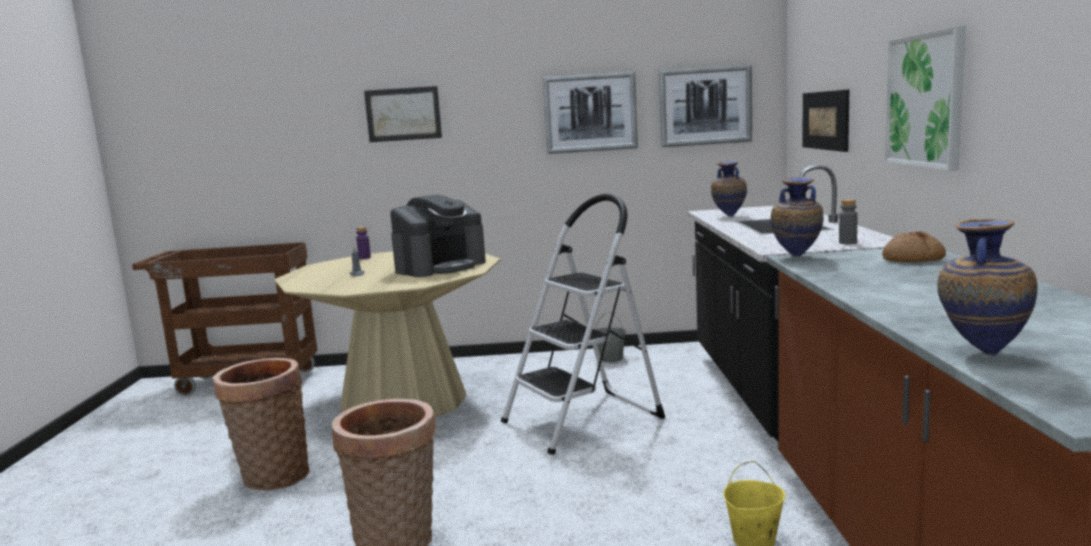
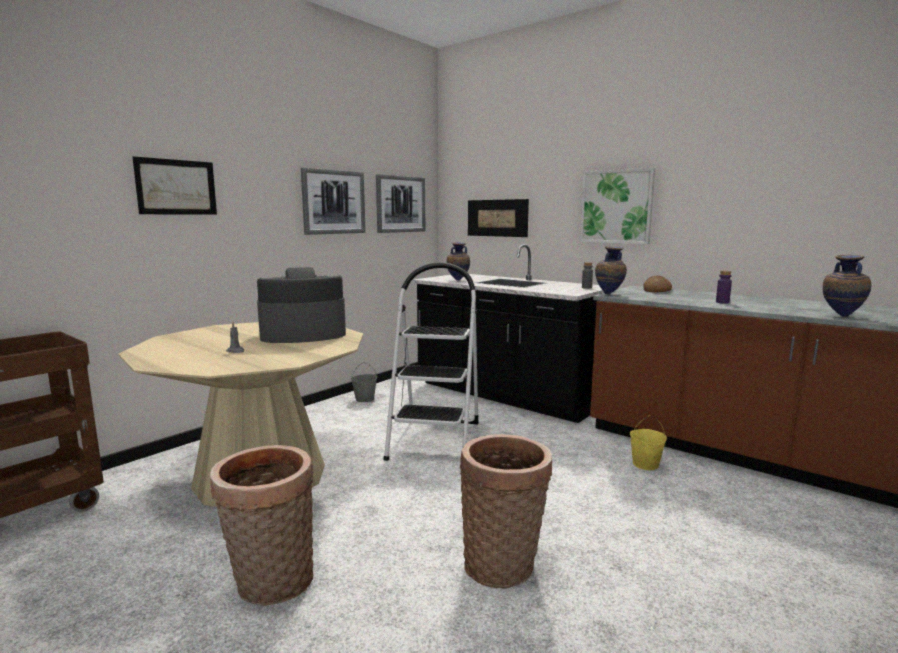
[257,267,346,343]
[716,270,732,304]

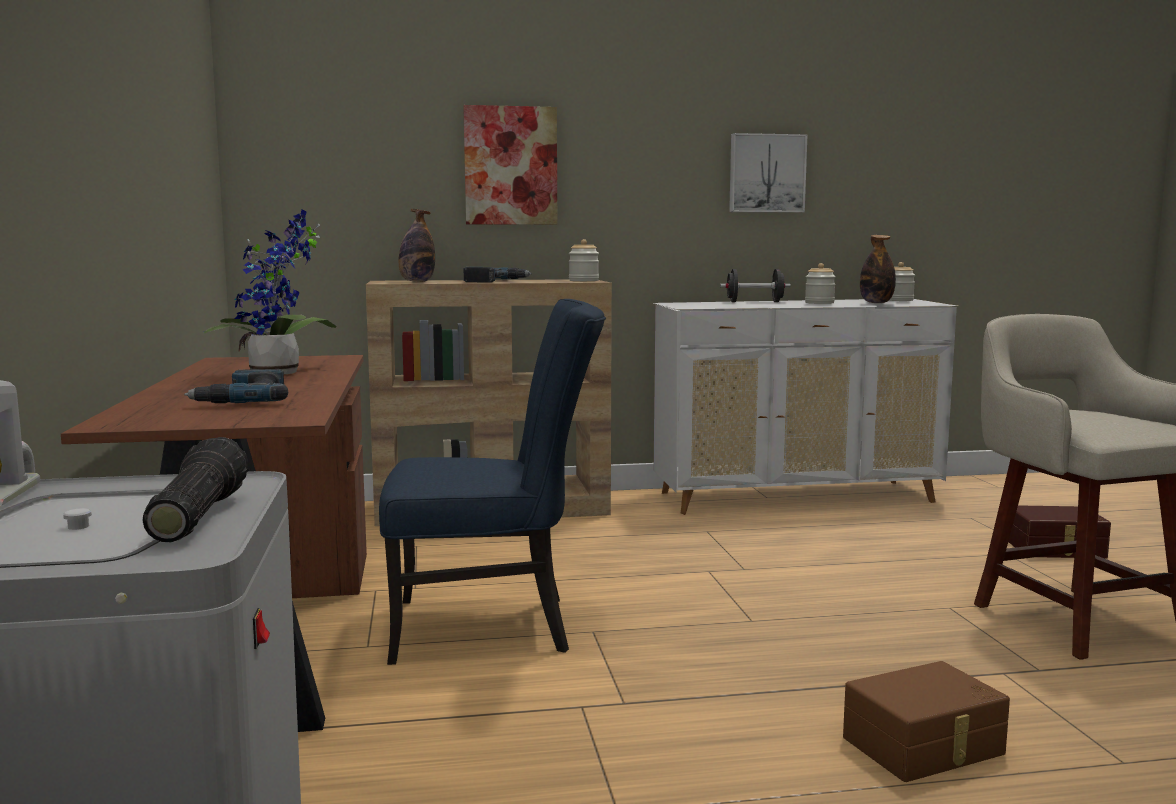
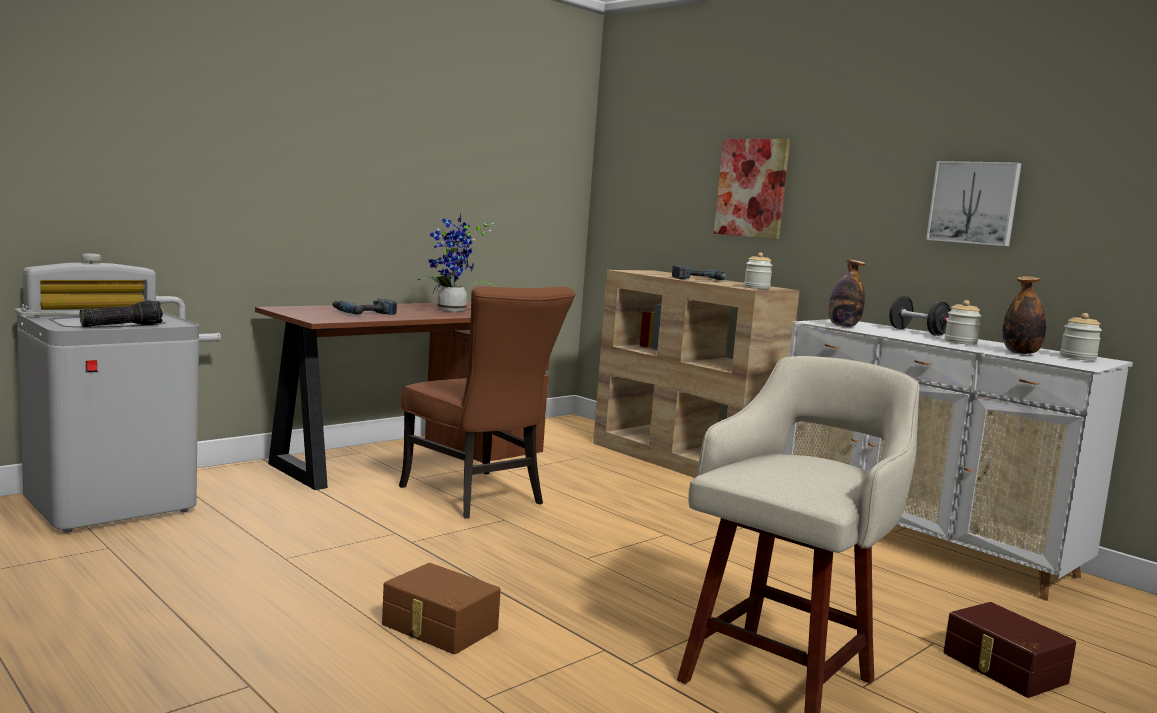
[828,259,866,327]
[399,286,576,518]

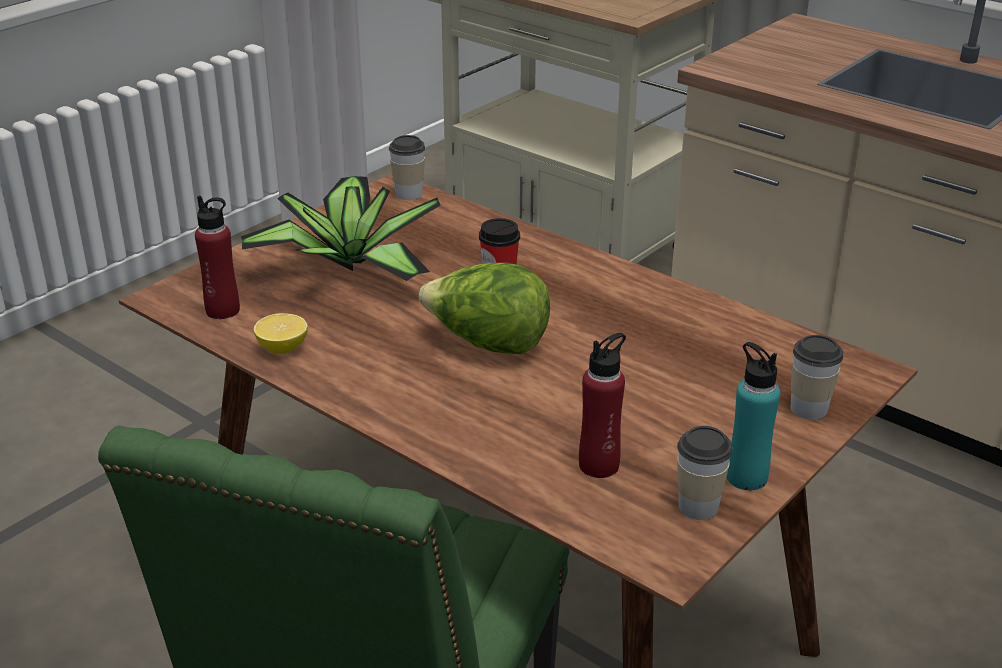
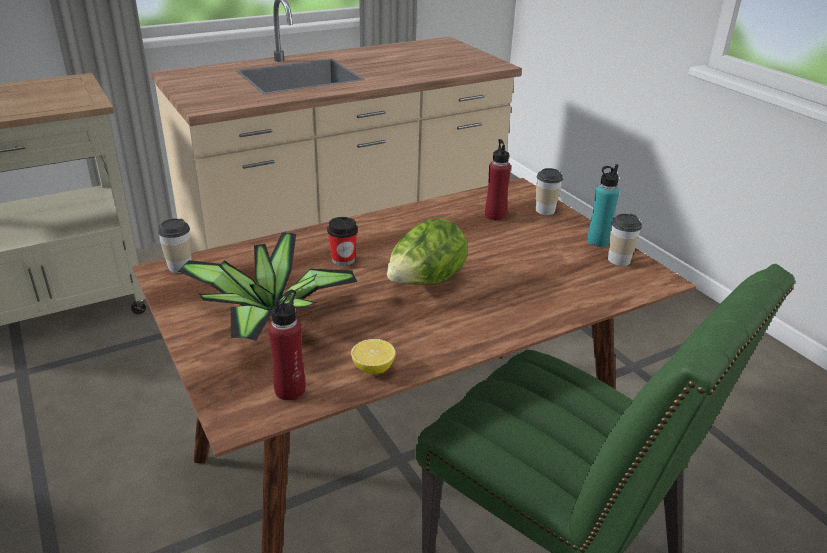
[485,139,511,221]

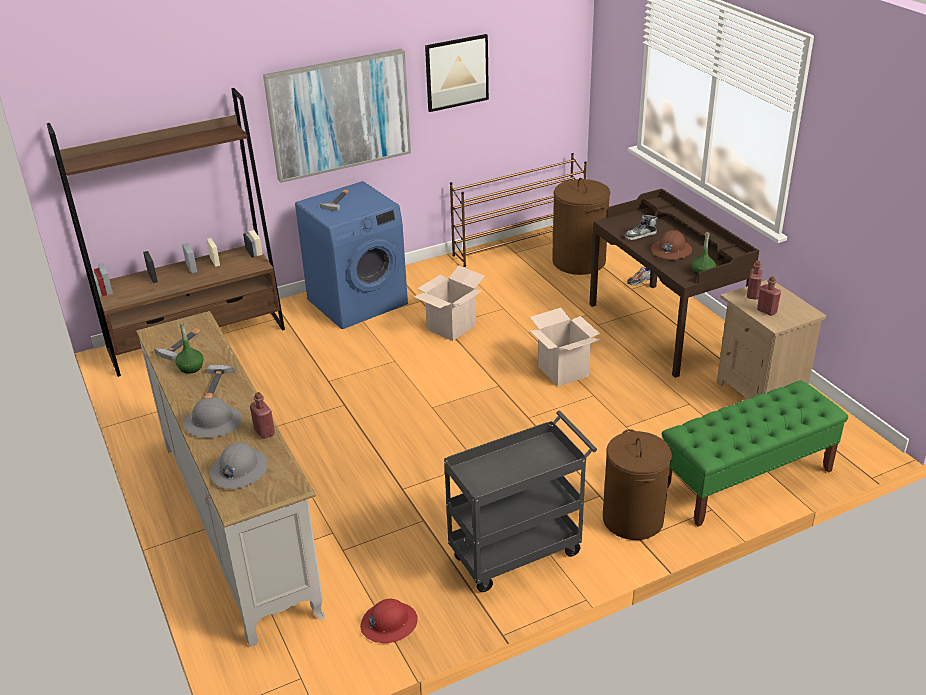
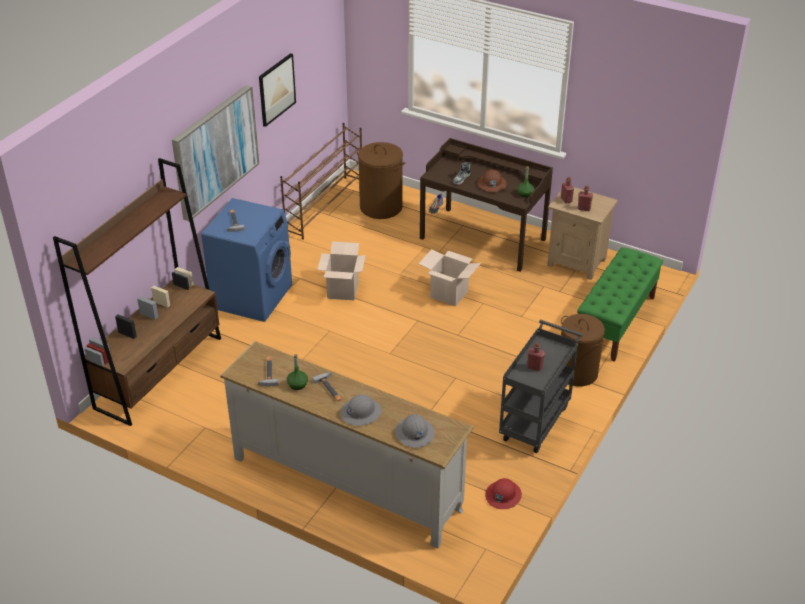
[527,342,545,371]

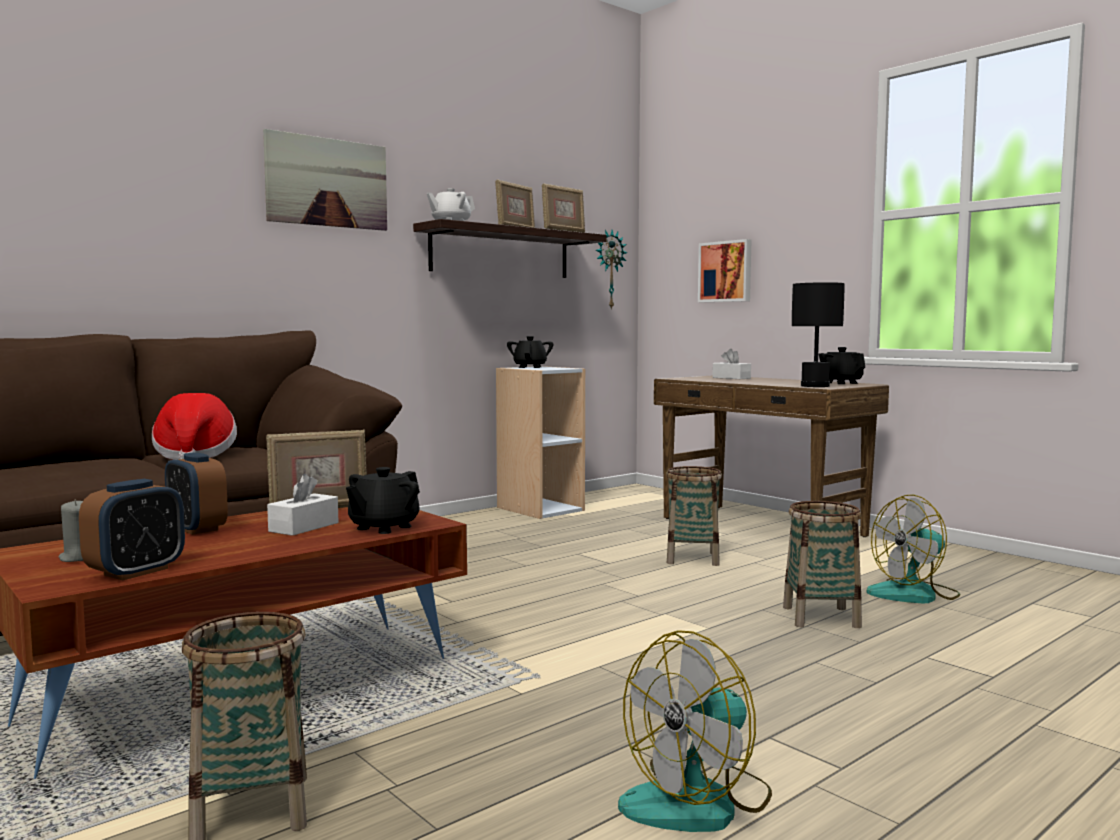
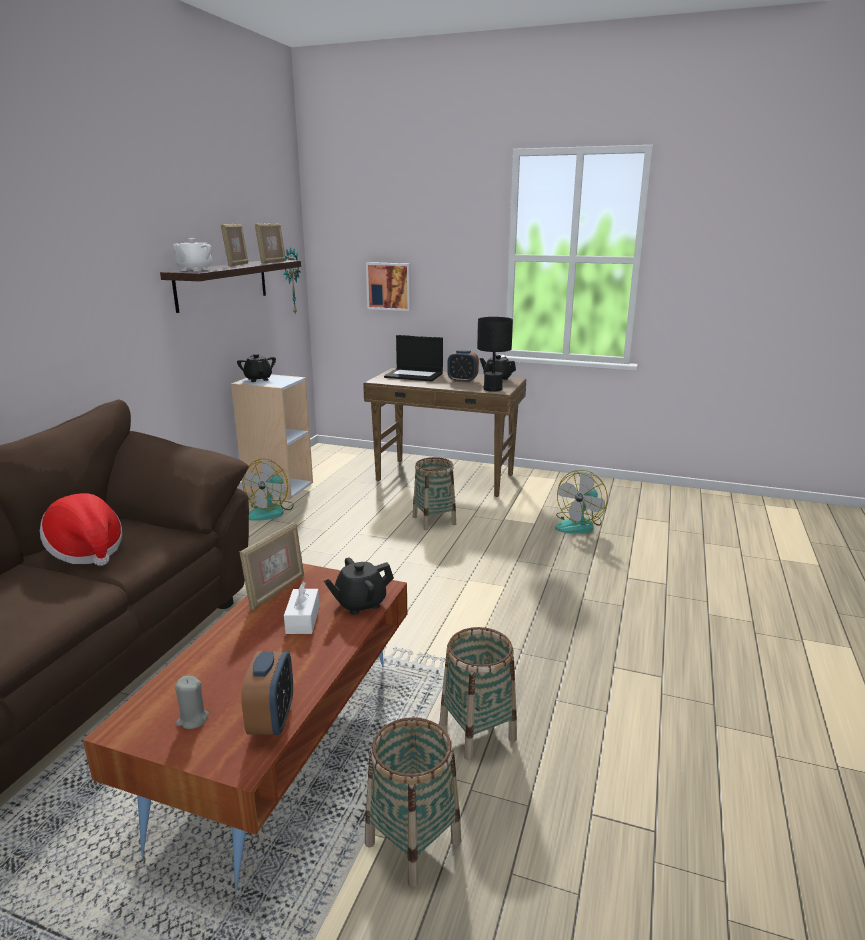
[263,129,387,231] (first image)
[384,335,443,382]
[447,350,479,383]
[324,558,394,615]
[440,627,517,760]
[243,459,294,521]

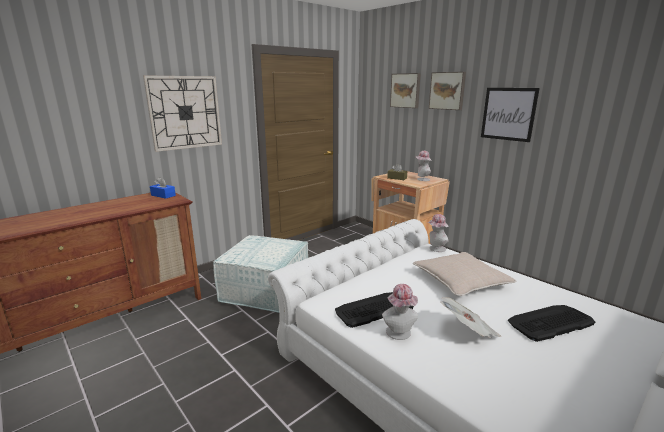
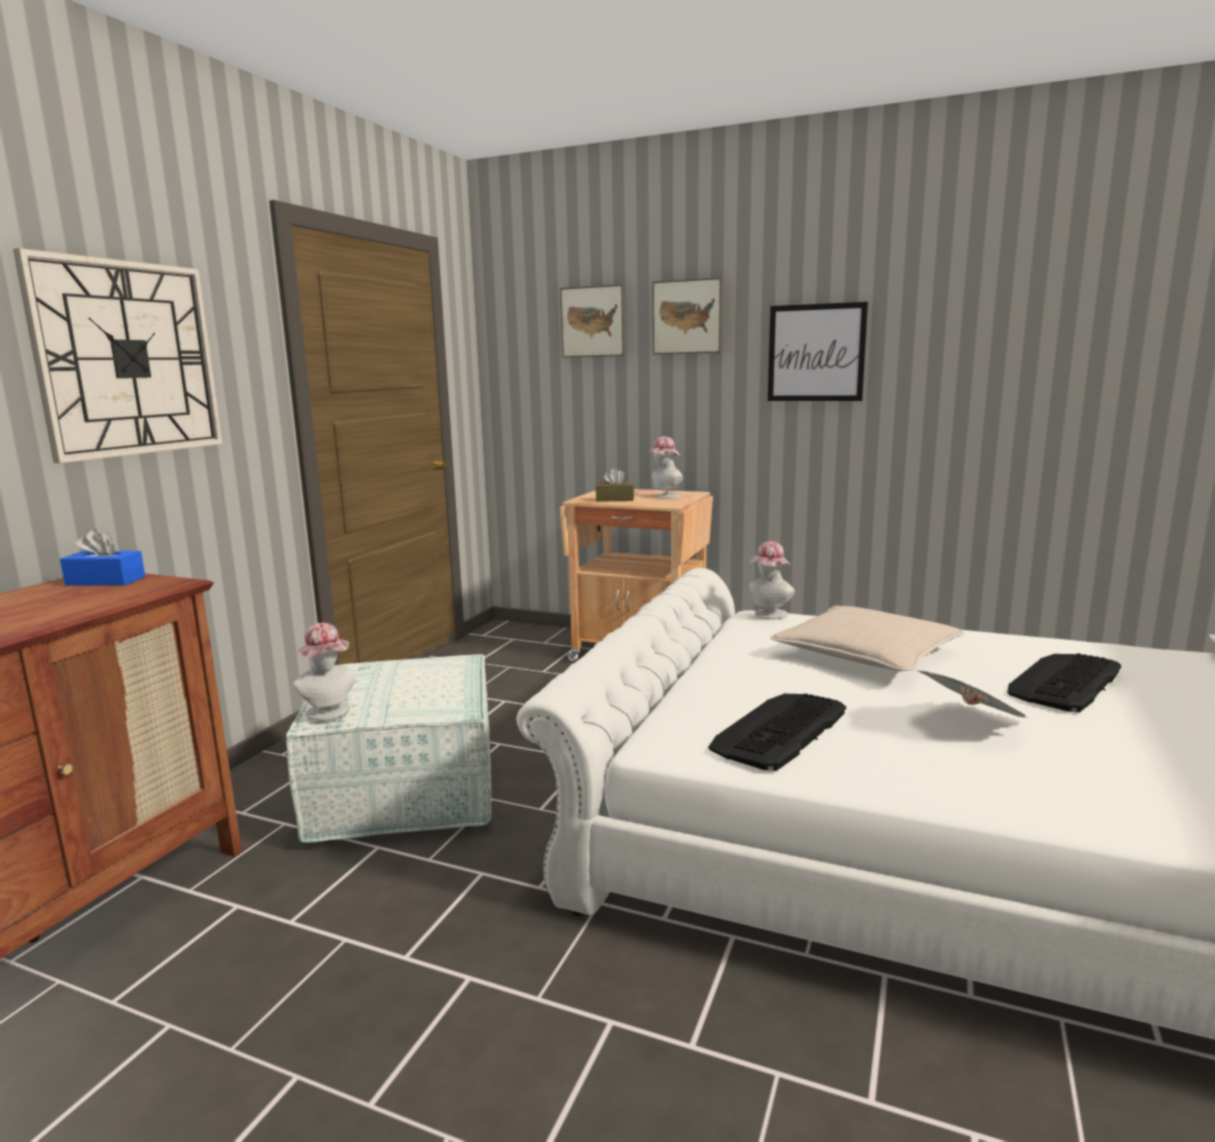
[293,623,356,720]

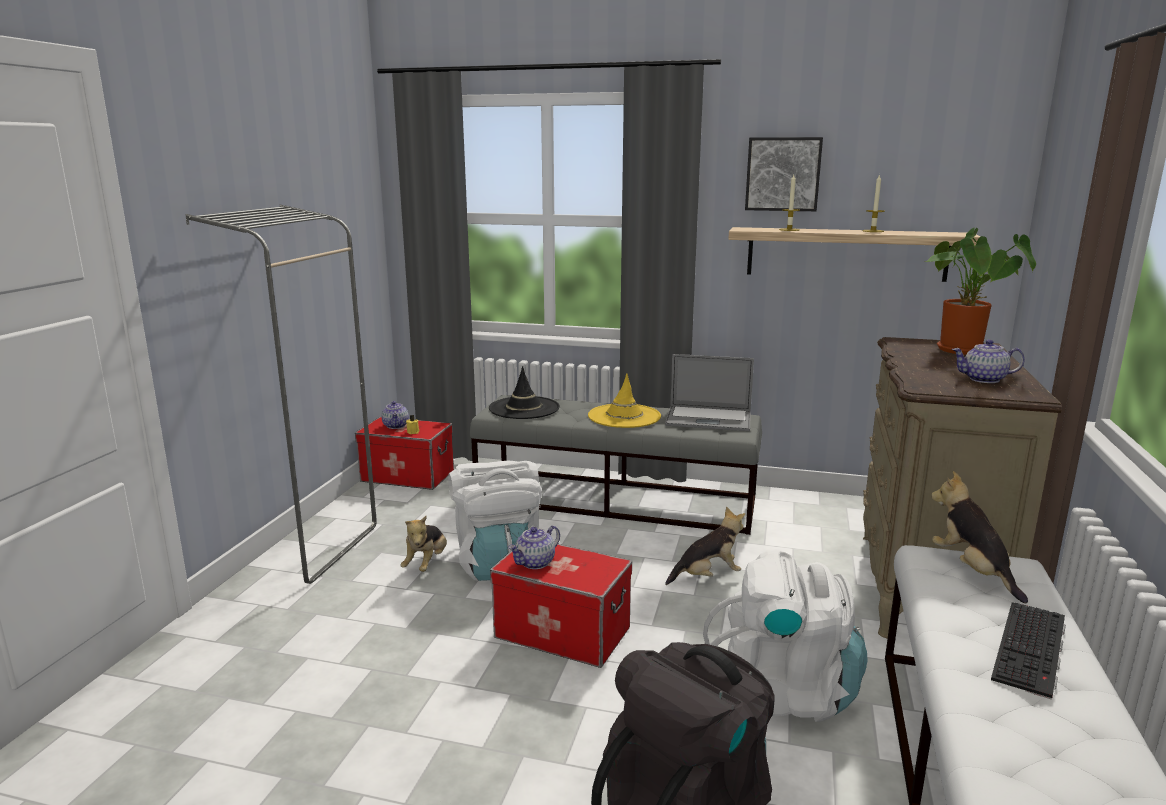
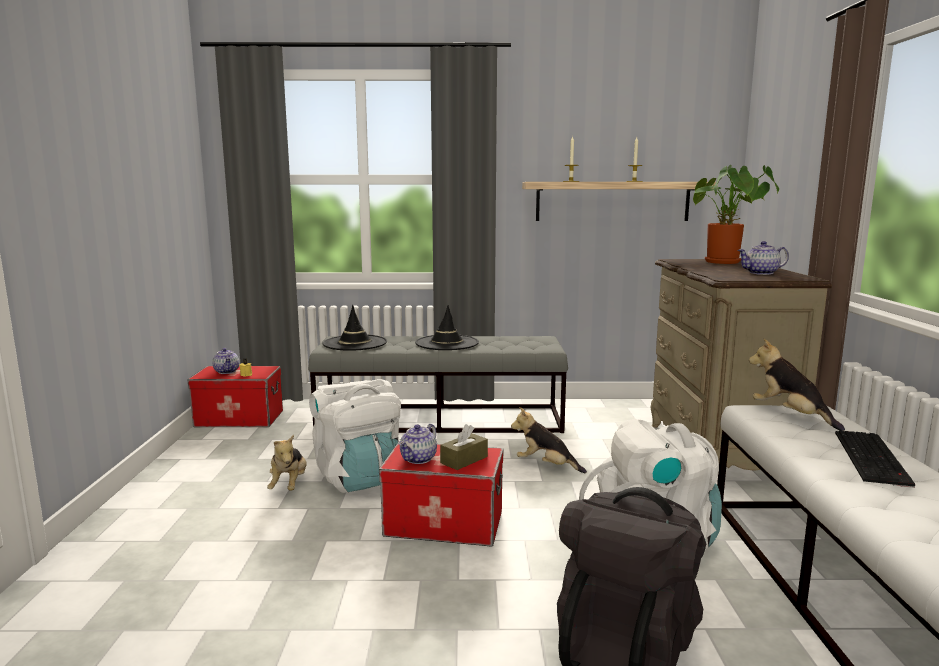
[745,137,823,211] (first image)
[185,204,377,584] (first image)
[665,354,754,431] (first image)
[415,305,479,350]
[511,407,587,473]
[440,424,488,470]

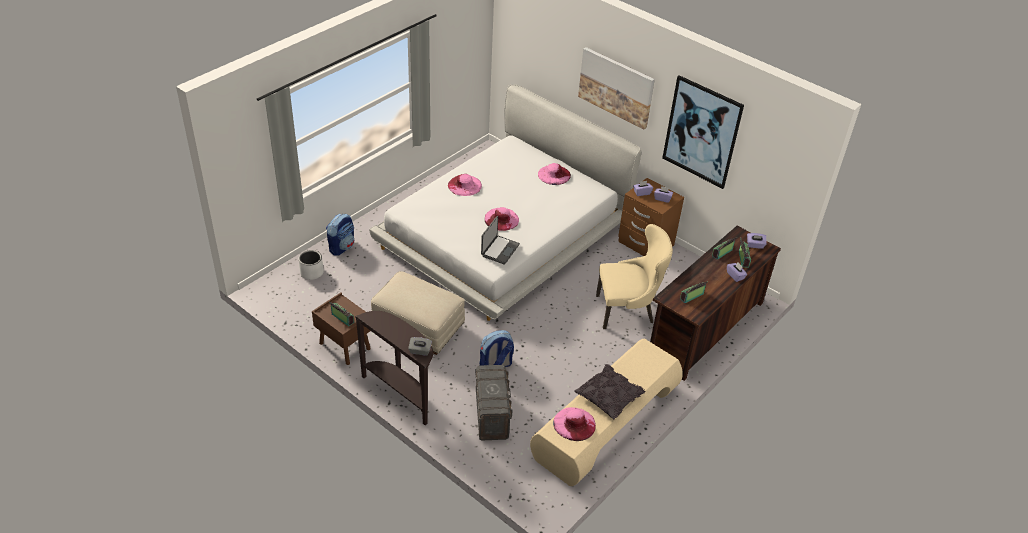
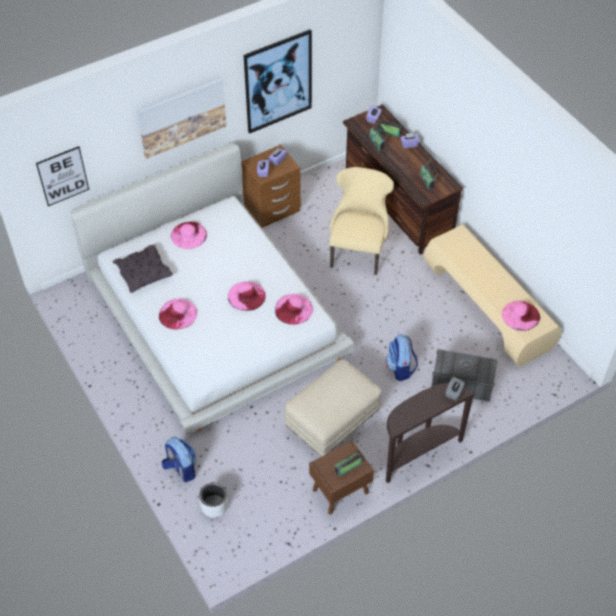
[275,294,313,325]
[113,244,173,293]
[36,146,89,206]

